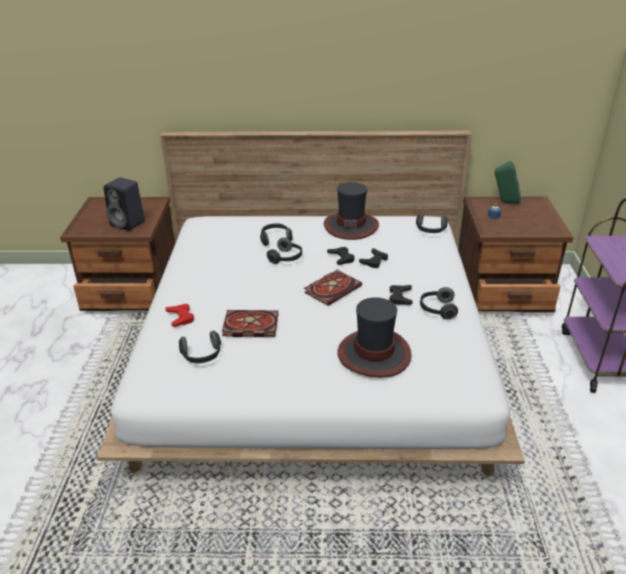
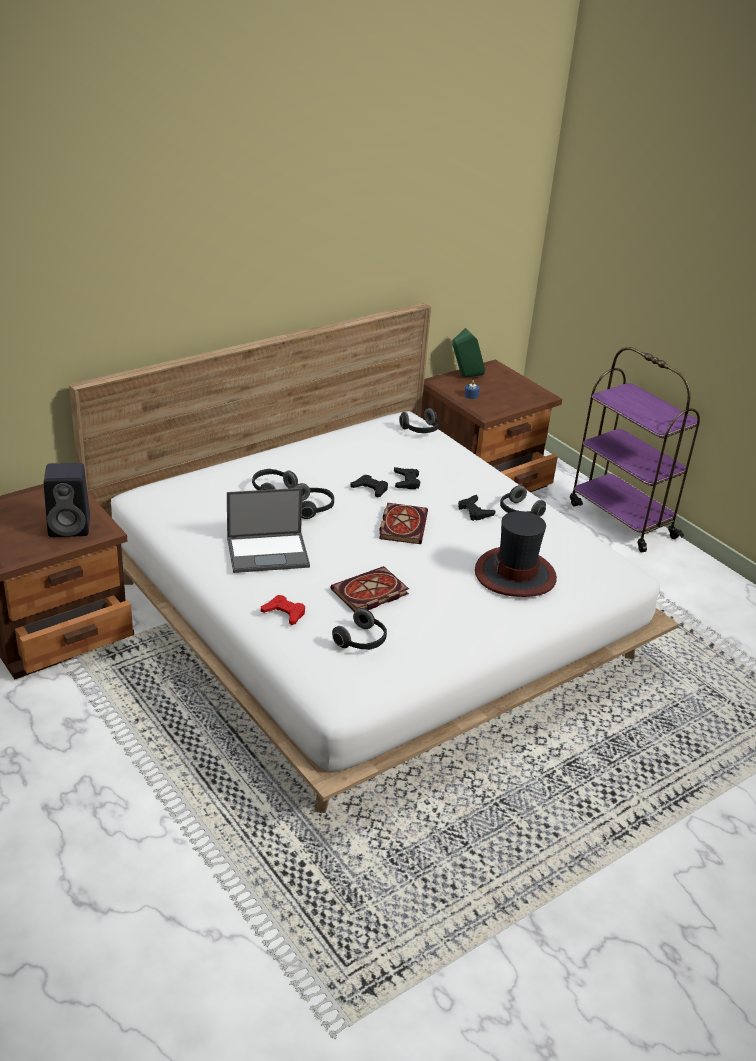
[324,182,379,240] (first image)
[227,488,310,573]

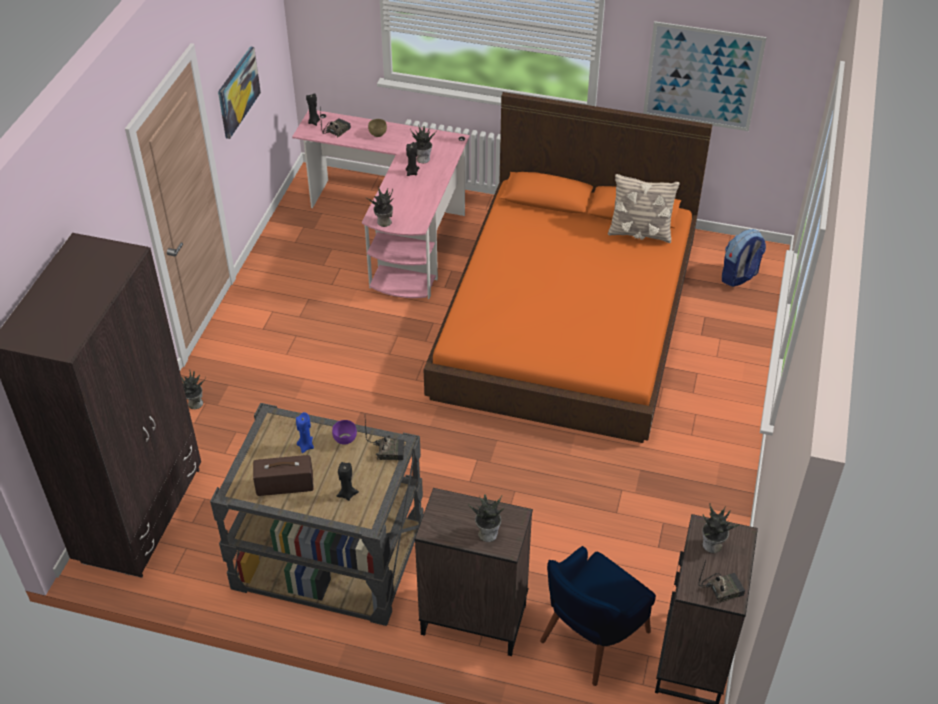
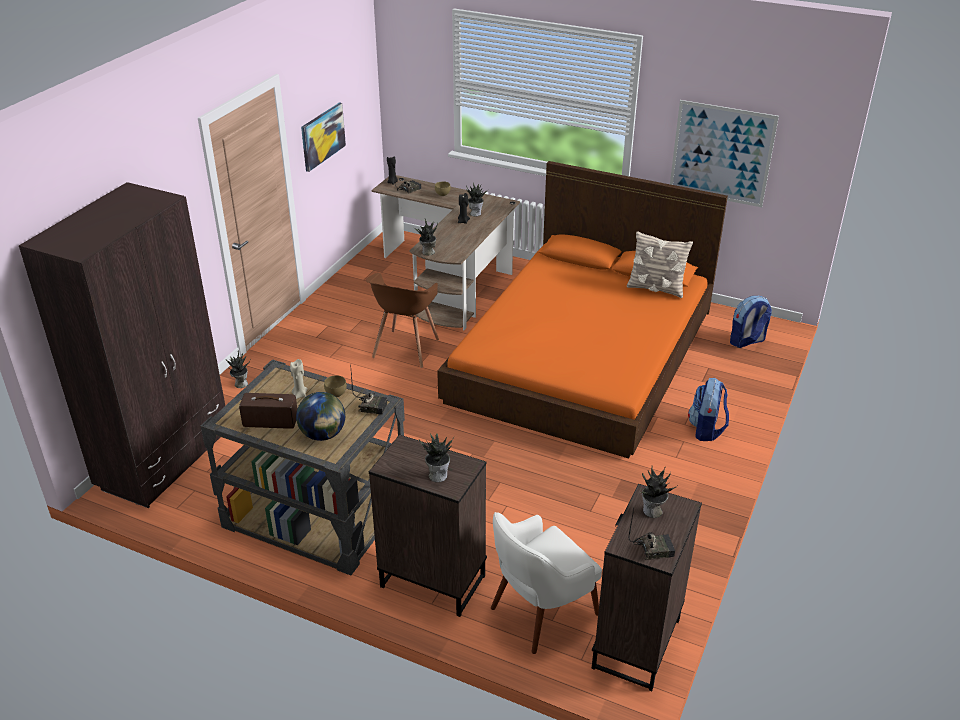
[371,175,520,330]
[290,359,308,399]
[324,375,347,397]
[296,392,345,441]
[491,512,602,654]
[366,273,439,368]
[688,378,729,441]

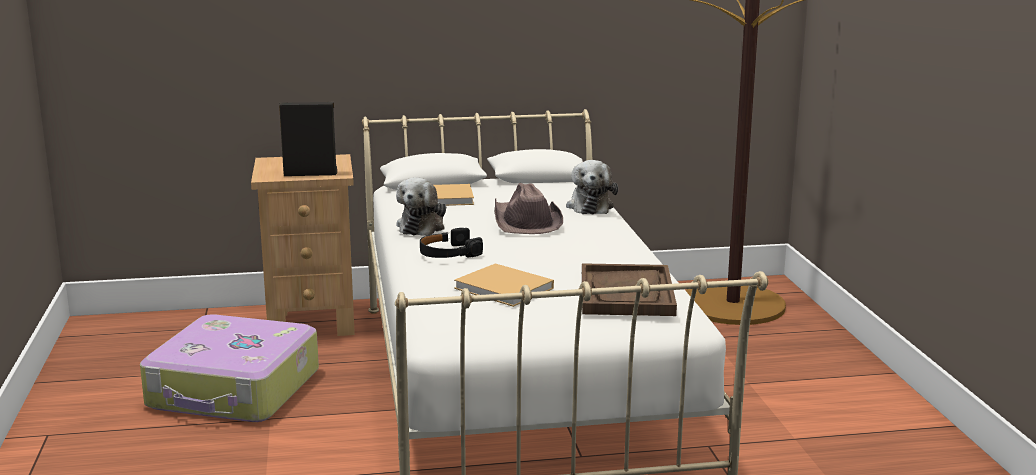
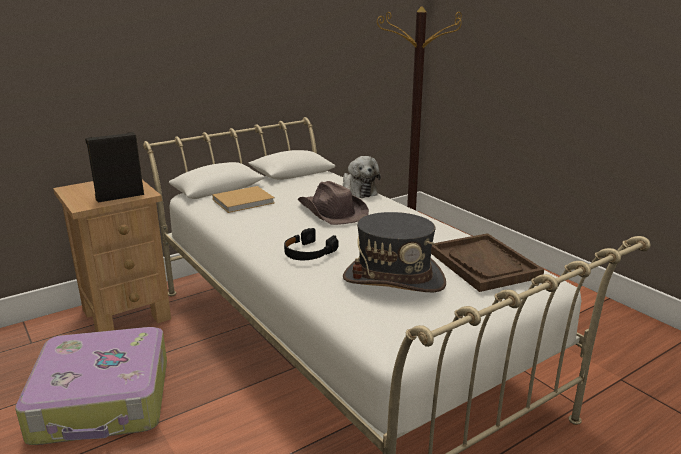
[396,177,446,236] (first image)
[343,212,446,292]

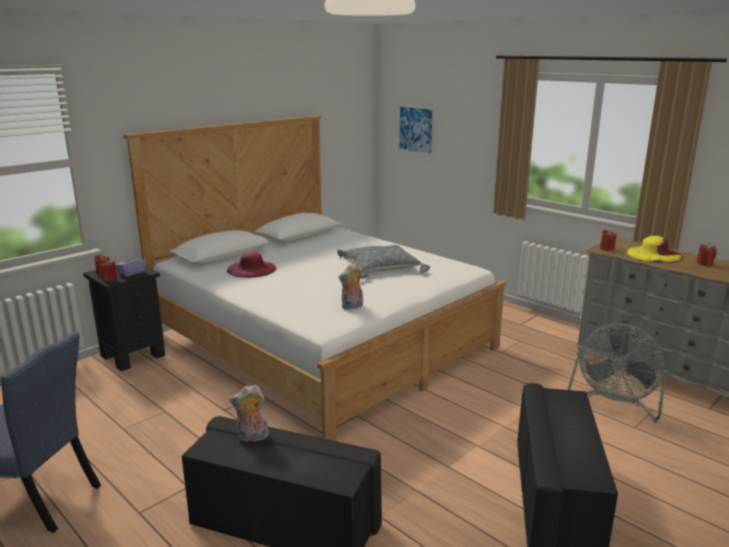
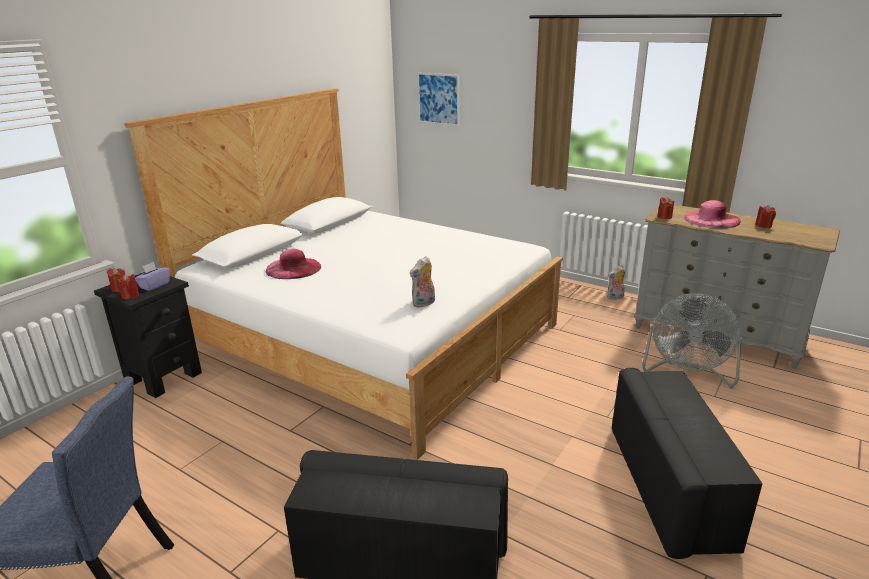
[684,200,741,229]
[337,245,430,279] (first image)
[607,265,625,300]

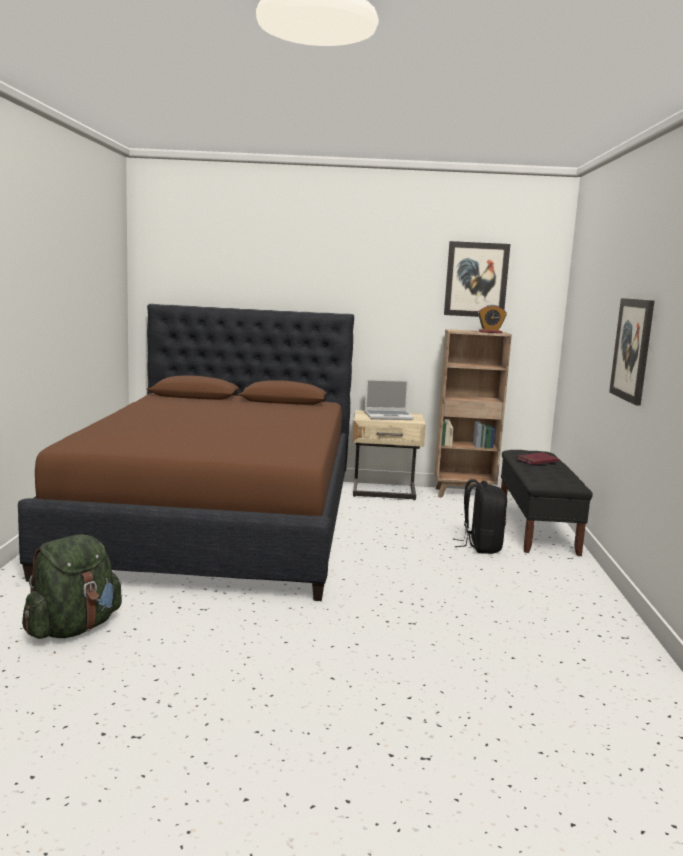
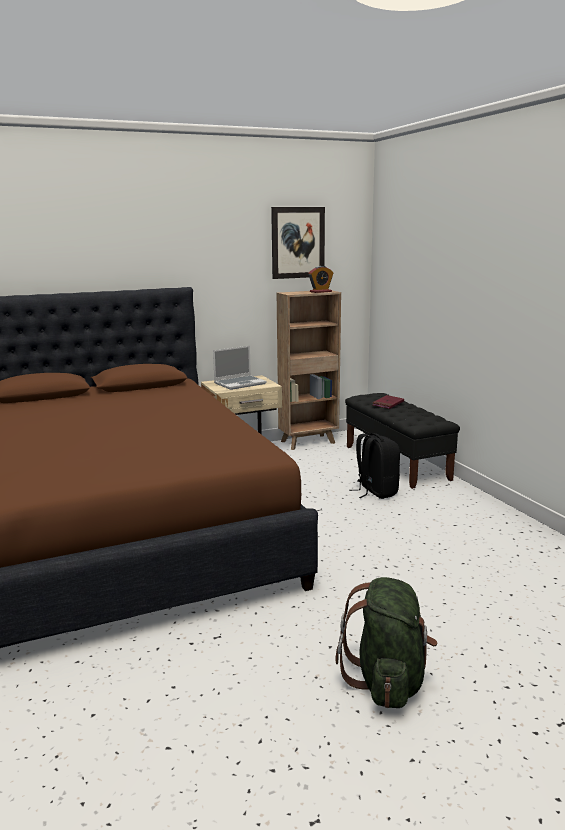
[609,298,654,406] (first image)
[335,577,437,708]

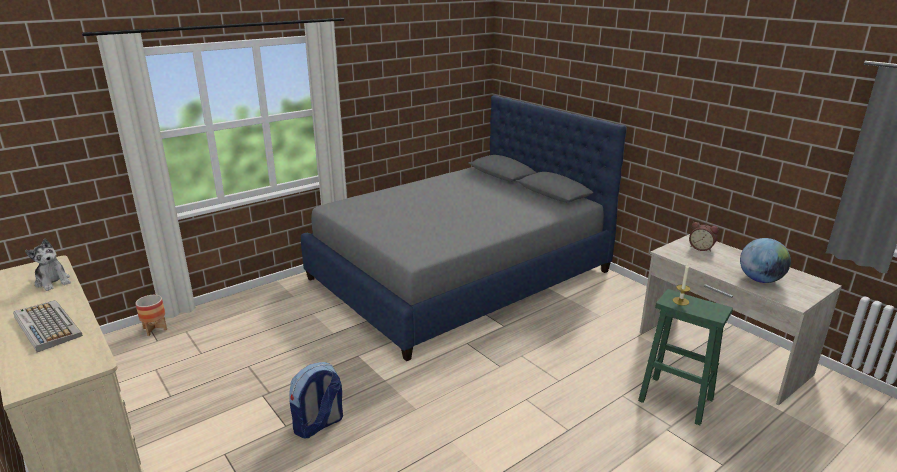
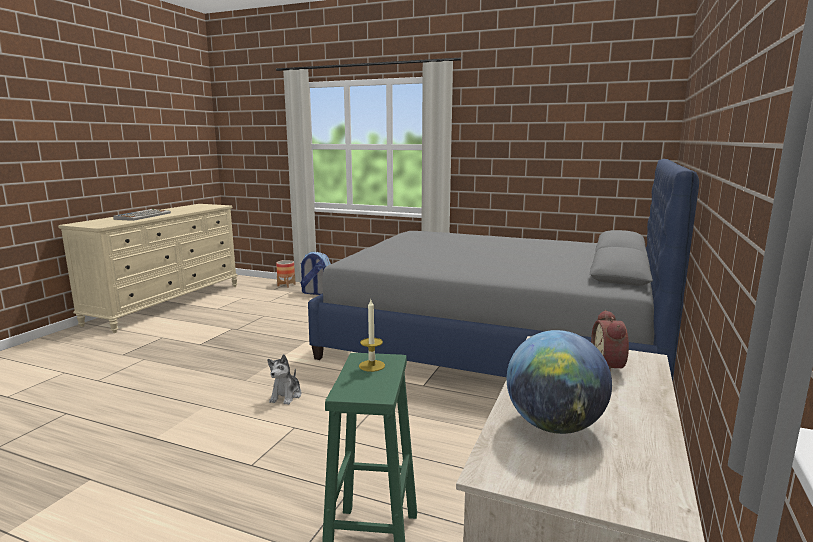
[267,354,302,405]
[301,252,331,295]

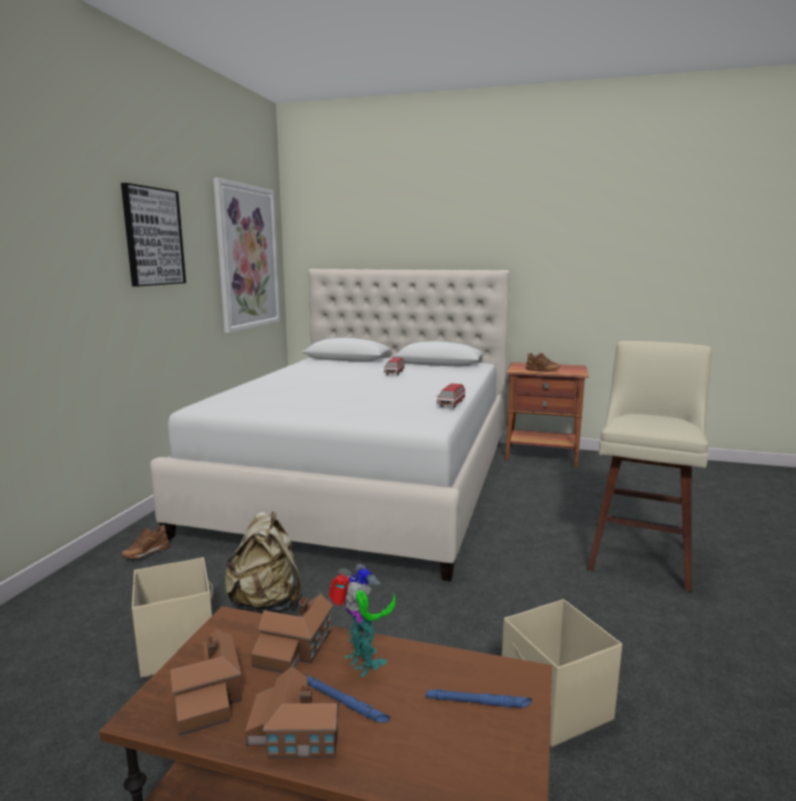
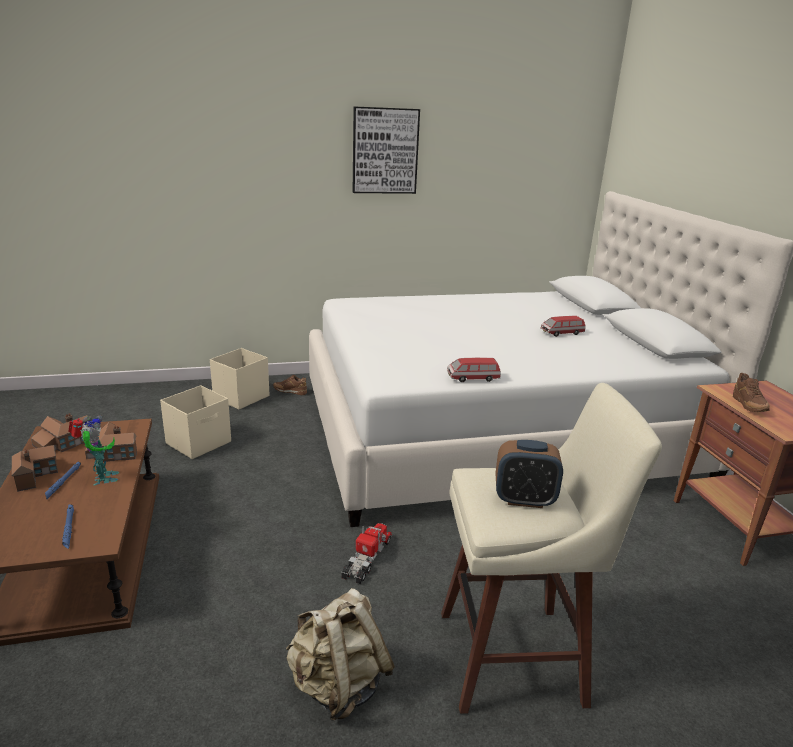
[213,178,280,333] (first image)
[286,588,395,720]
[68,415,119,485]
[210,348,269,409]
[496,440,563,508]
[341,523,392,584]

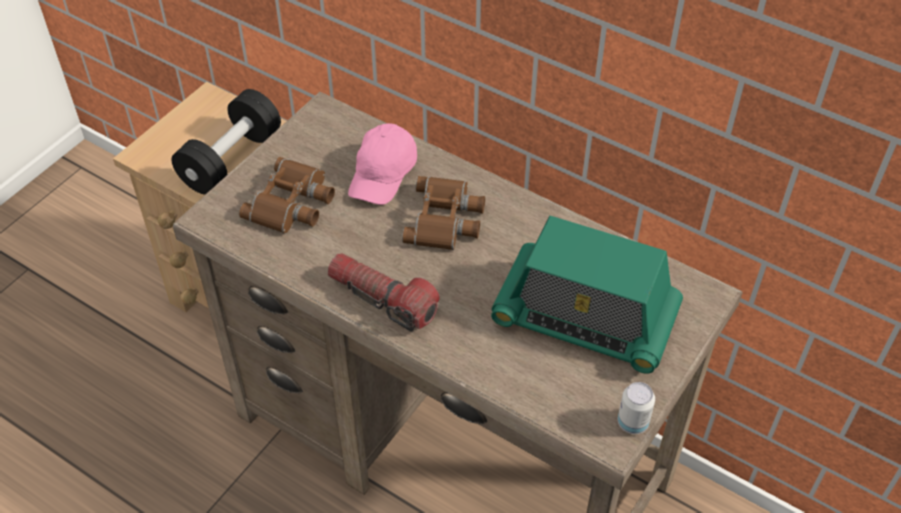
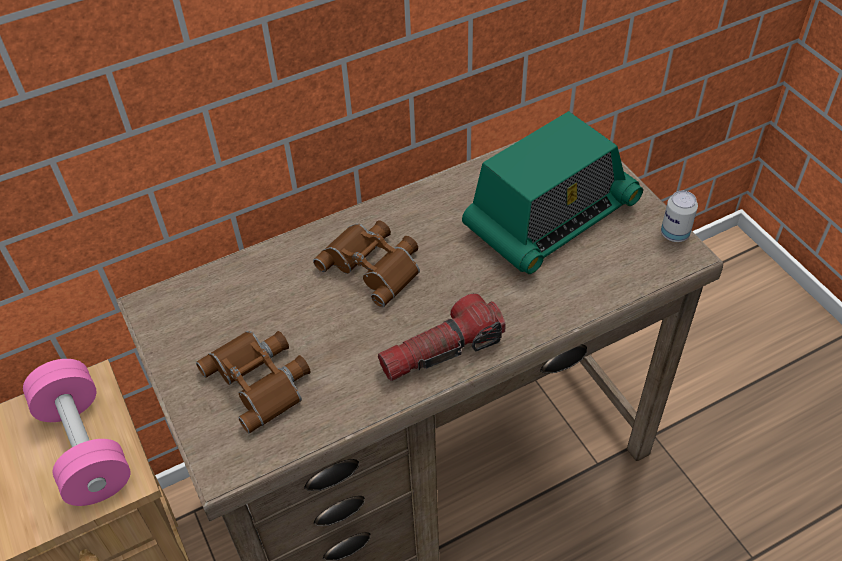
[23,359,130,506]
[348,123,417,205] (first image)

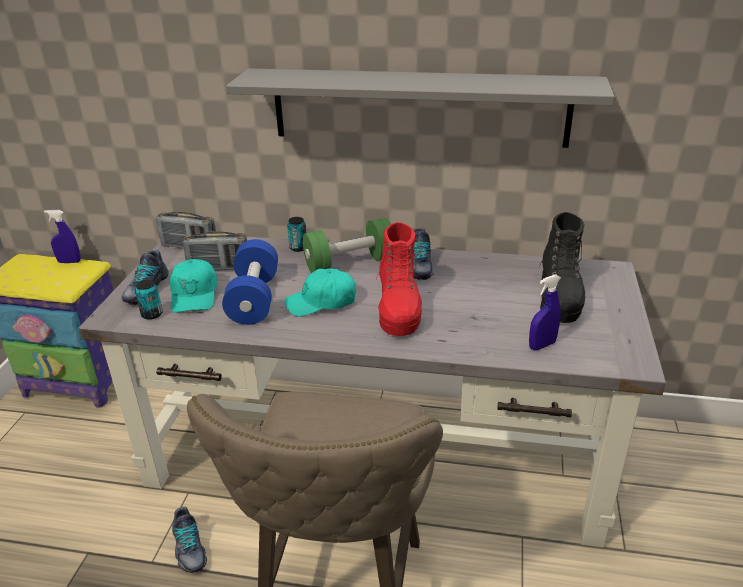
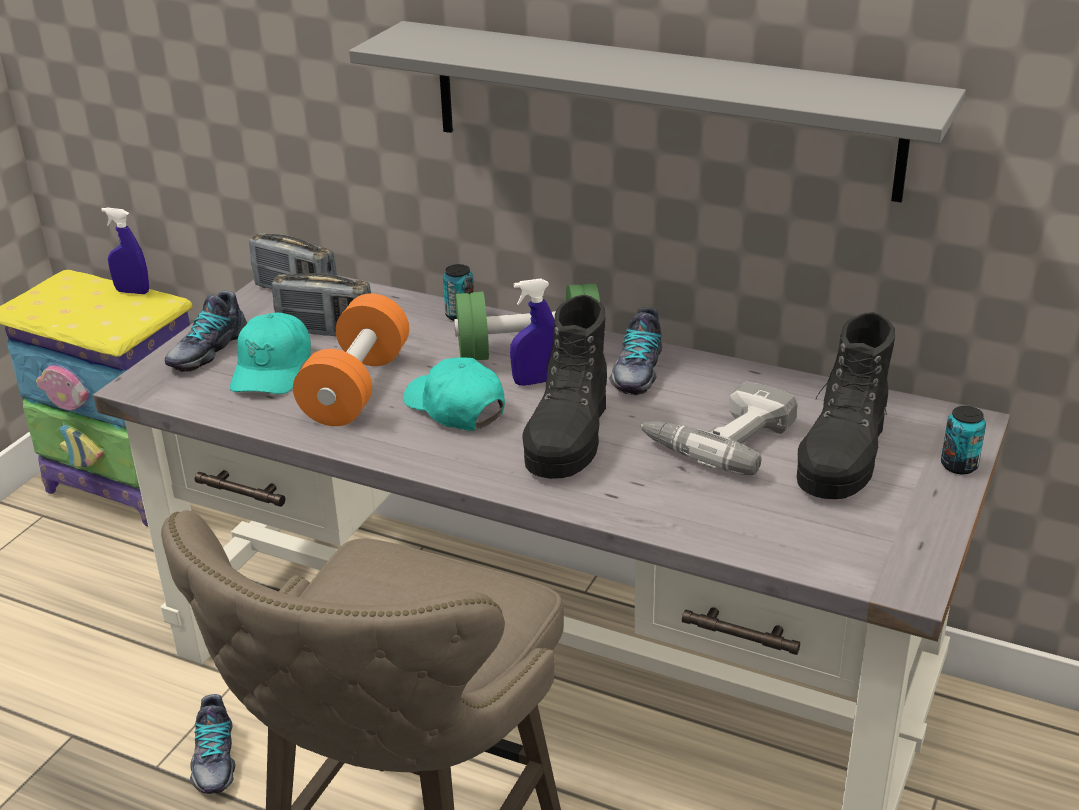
[522,295,607,479]
[293,293,409,426]
[403,357,505,431]
[510,278,555,386]
[941,406,986,474]
[641,381,798,475]

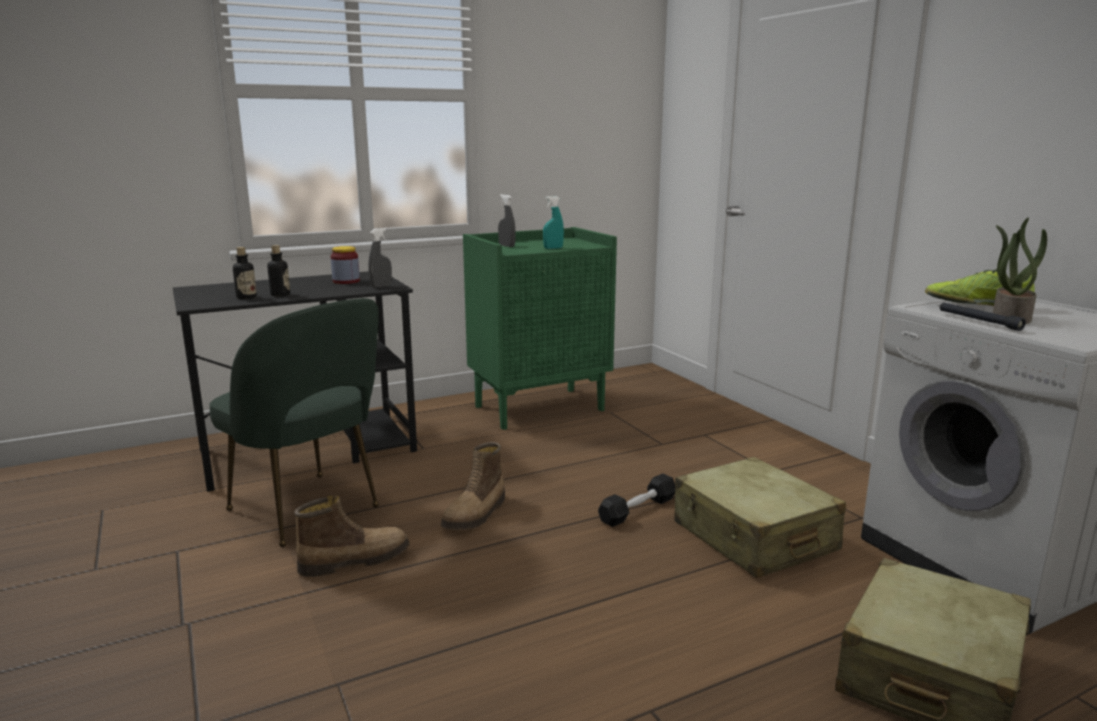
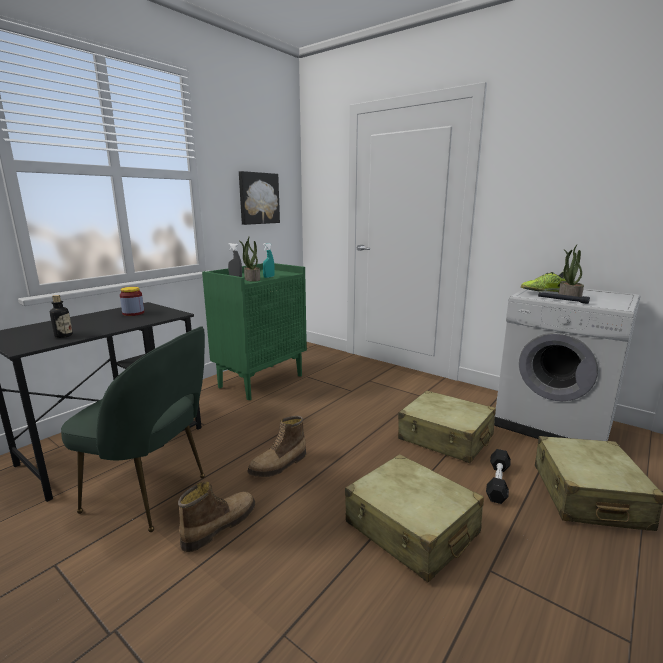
[368,228,392,288] (first image)
[267,245,290,297] (first image)
[247,416,306,477]
[486,449,511,504]
[239,171,280,225]
[239,237,260,282]
[345,454,484,582]

